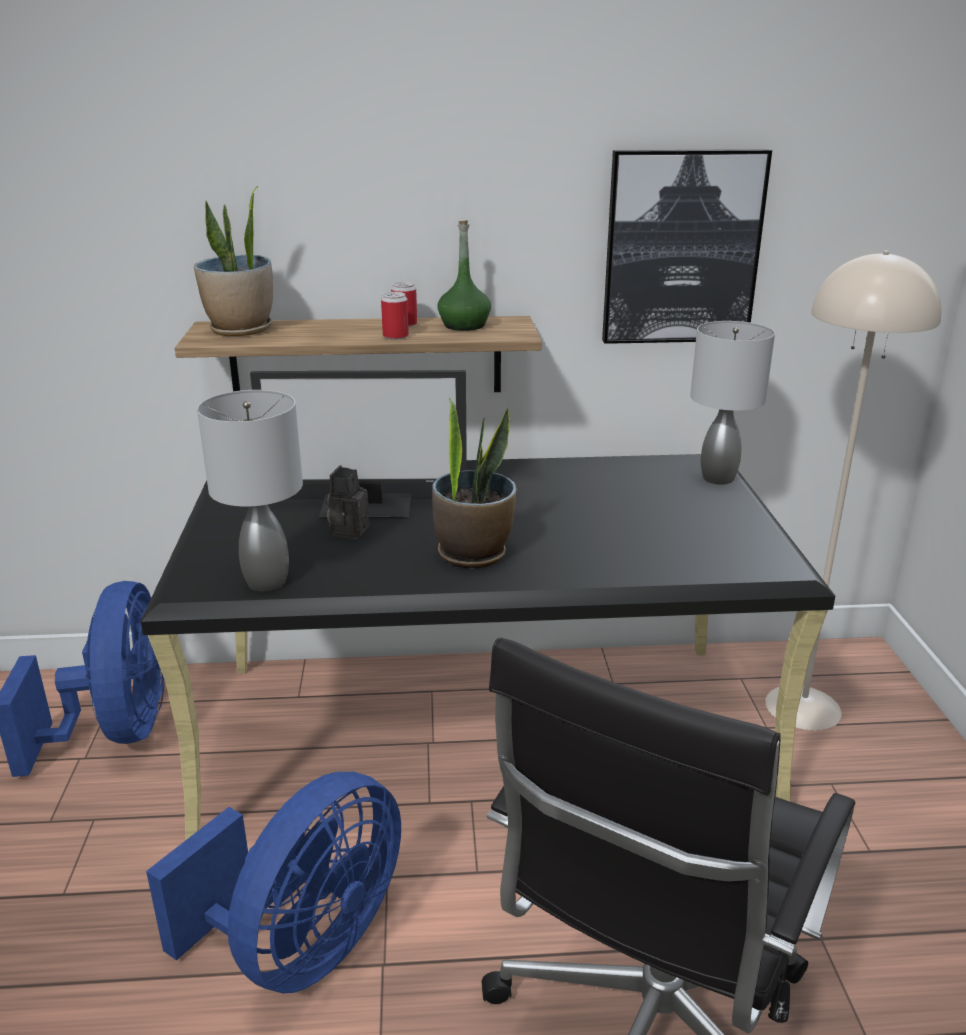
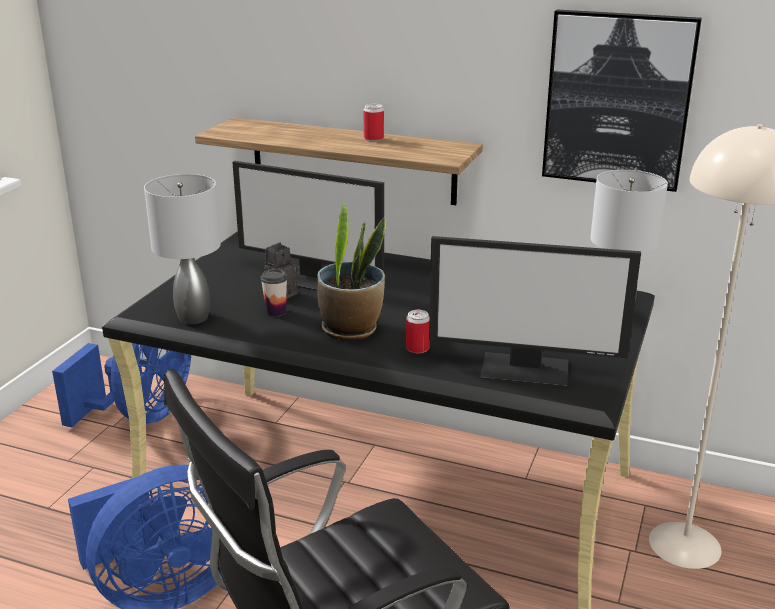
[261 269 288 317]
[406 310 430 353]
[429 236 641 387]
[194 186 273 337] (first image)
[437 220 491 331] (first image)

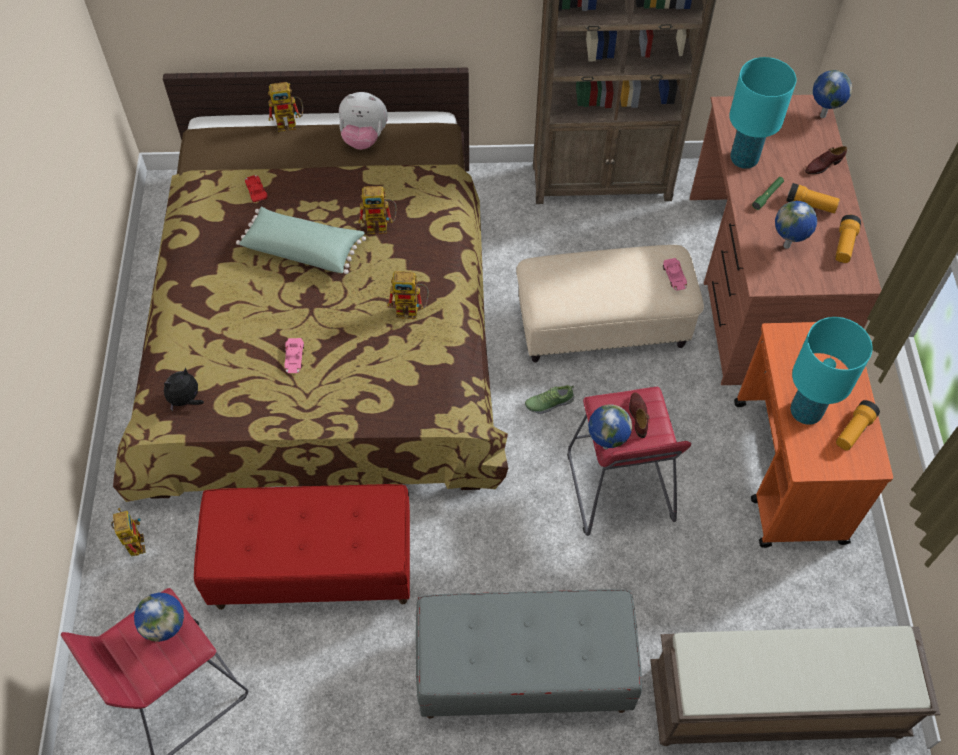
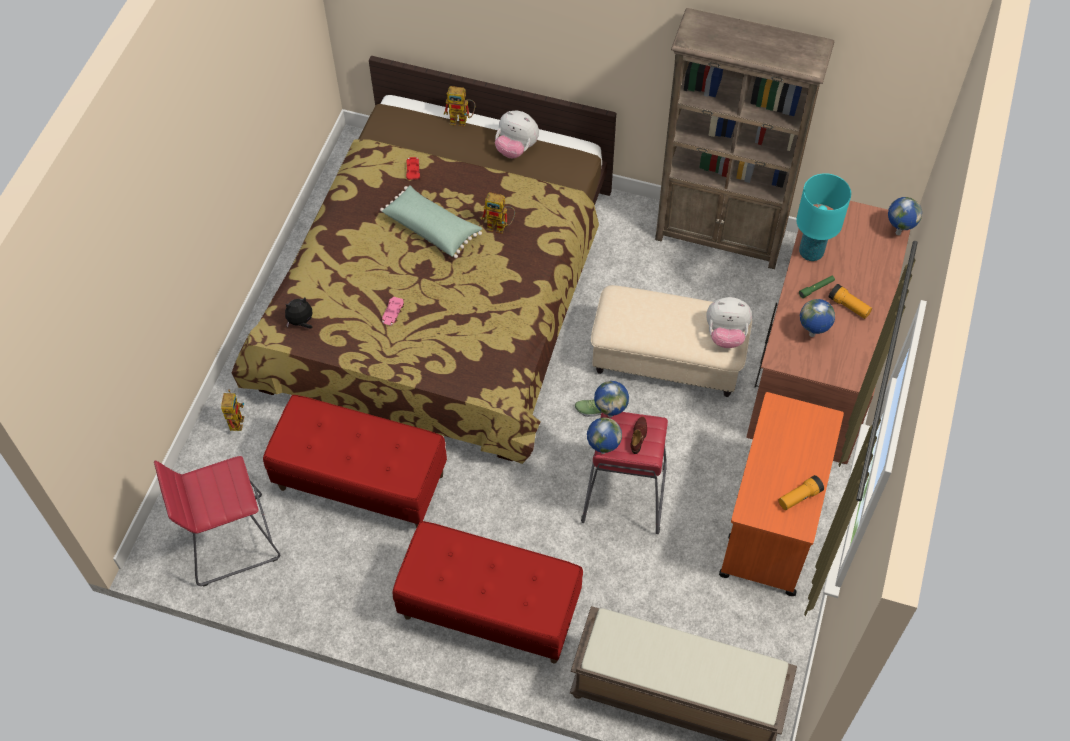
[392 521 583 664]
[594 381 629 418]
[706 297 752 348]
[388 271 429 319] (first image)
[790 317 873 425] (first image)
[805 146 847 174] (first image)
[835 215 861 263] (first image)

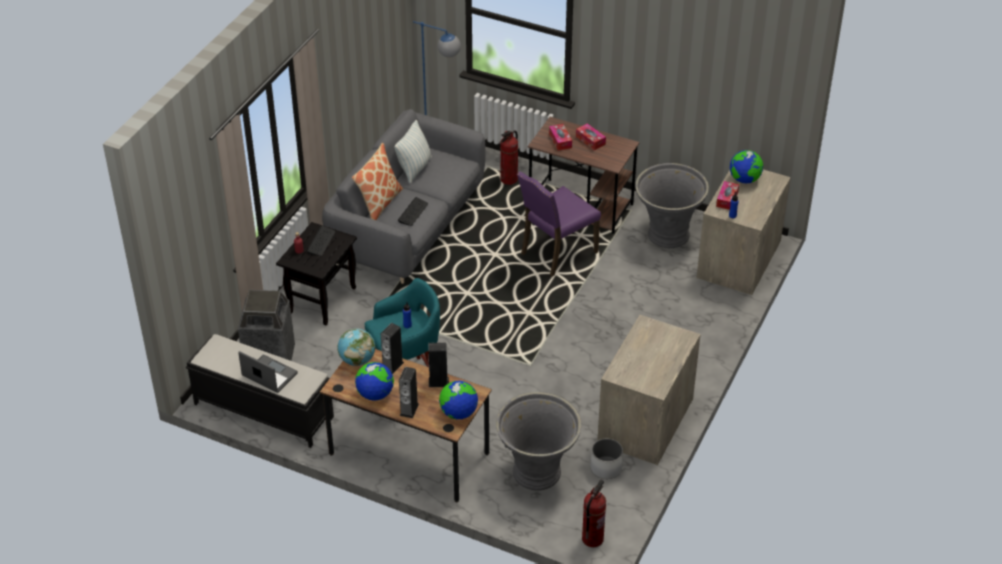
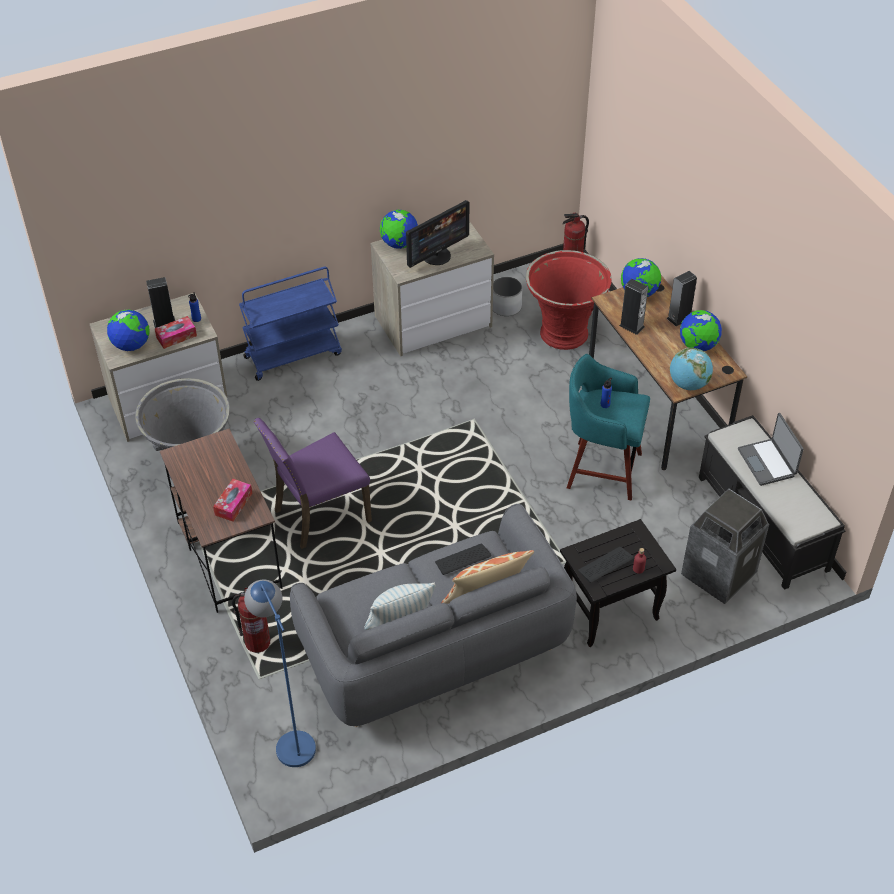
[146 277 175 328]
[239 267 342 381]
[253 418 372 549]
[380 210 418 249]
[406 200 469 268]
[526 250 612 350]
[576 123 606 150] (first image)

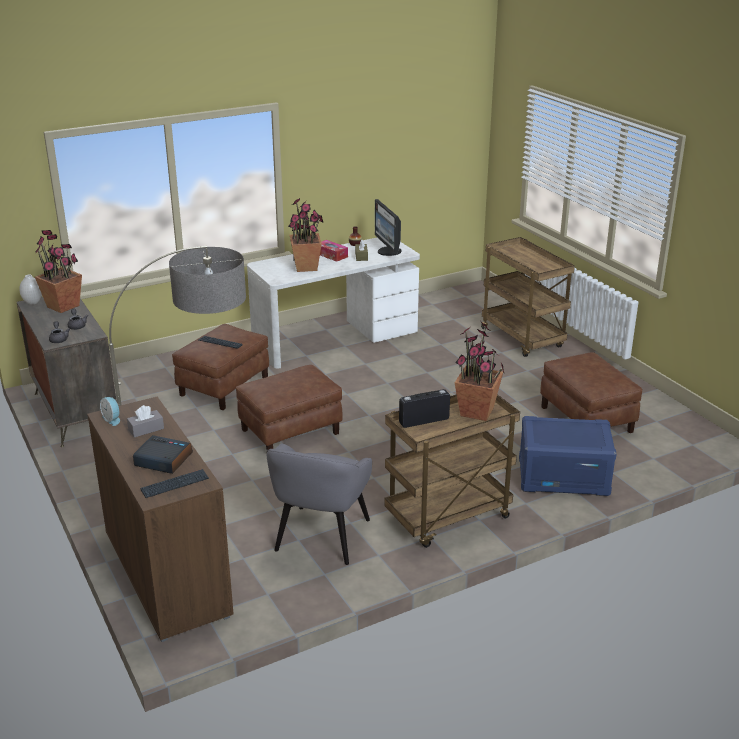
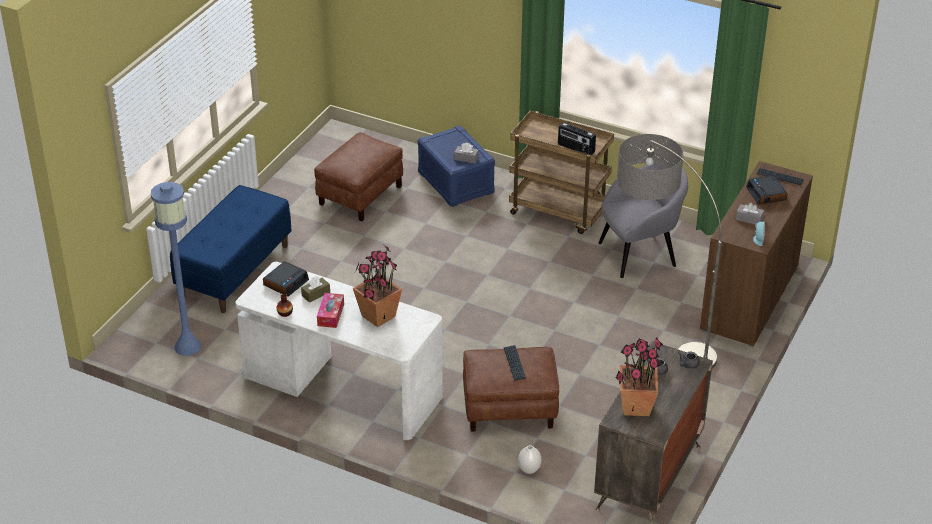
[151 182 201 356]
[170 185 292 313]
[263 261 309 297]
[454 143 479 163]
[518 445 541 474]
[236 365 343 450] (first image)
[455 322 505 421] (first image)

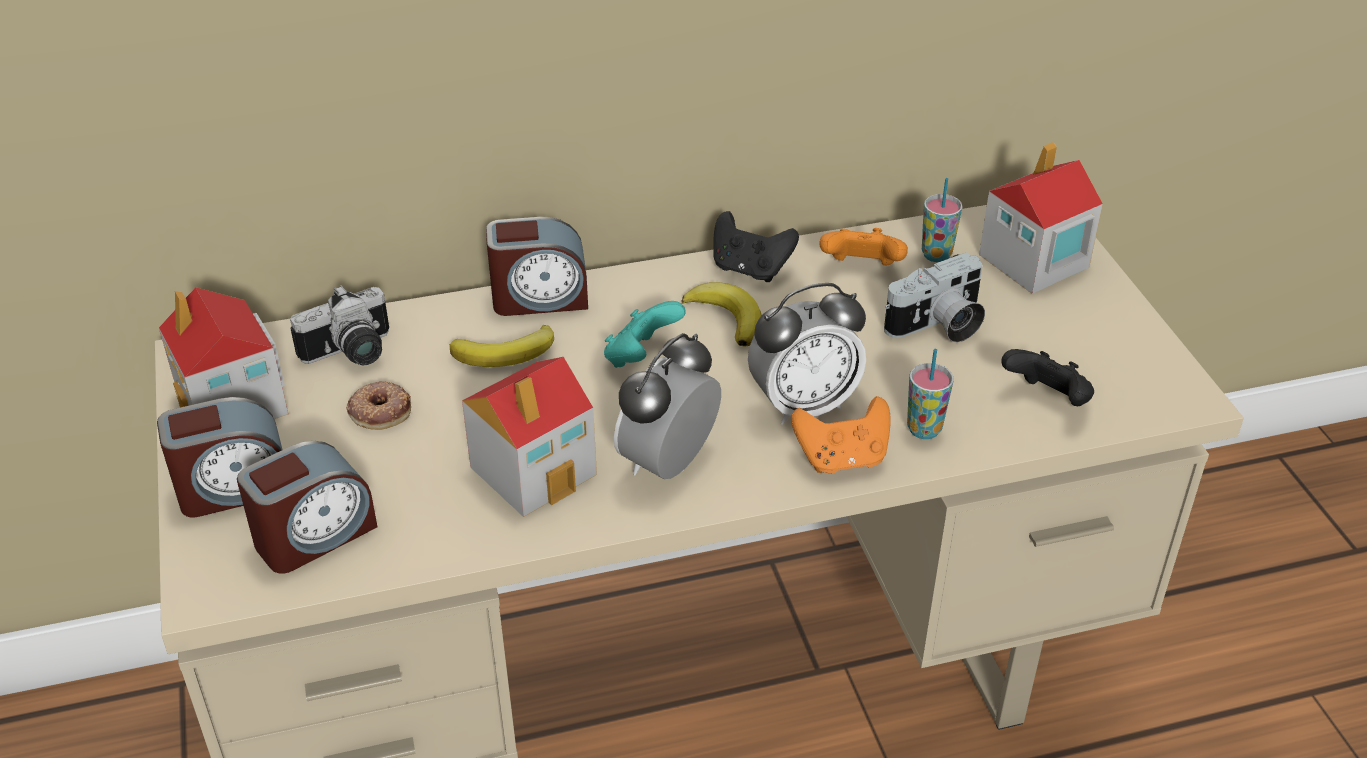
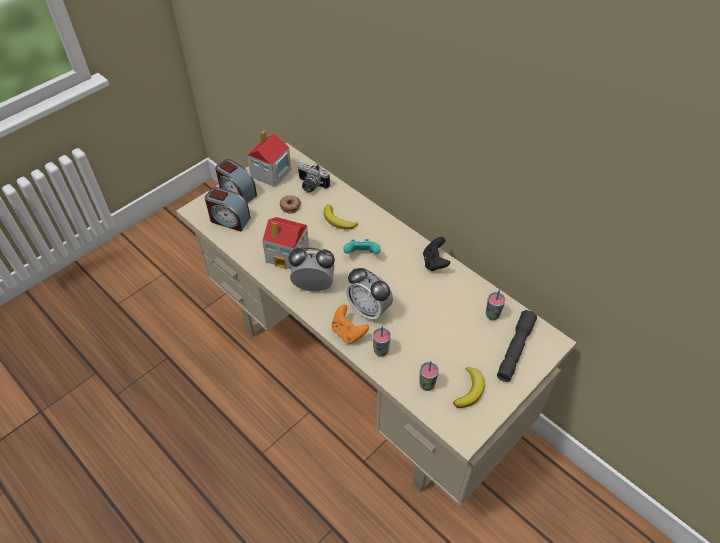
[419 361 439 391]
[453 367 485 408]
[497 310 537 382]
[486 217 588 316] (first image)
[819 228 908 266] (first image)
[884 252 985 342] (first image)

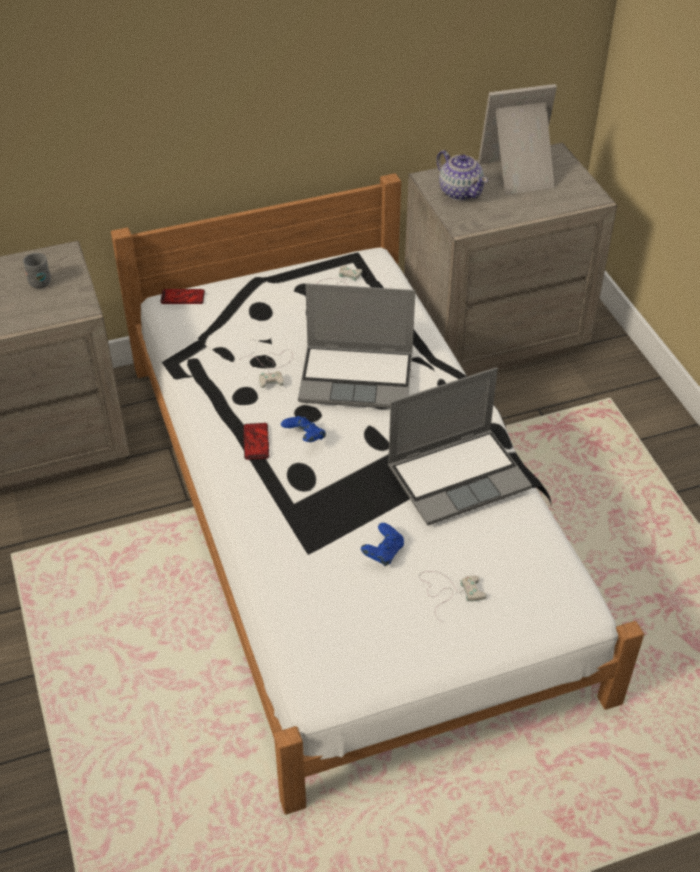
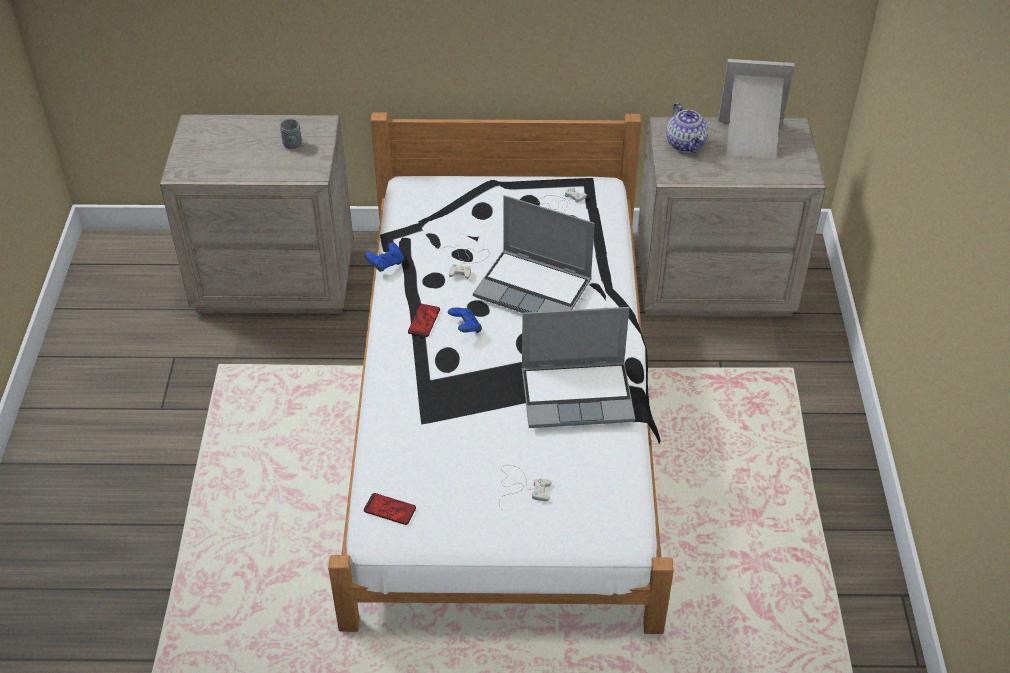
[364 493 416 525]
[365 242 404 272]

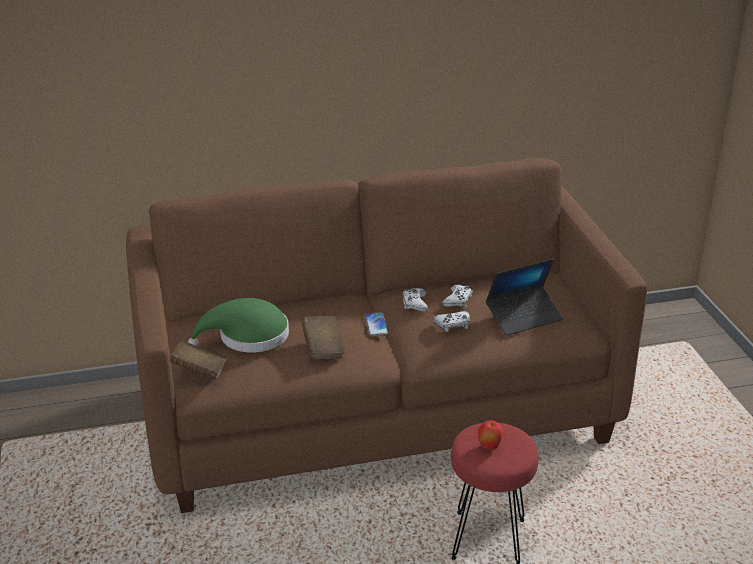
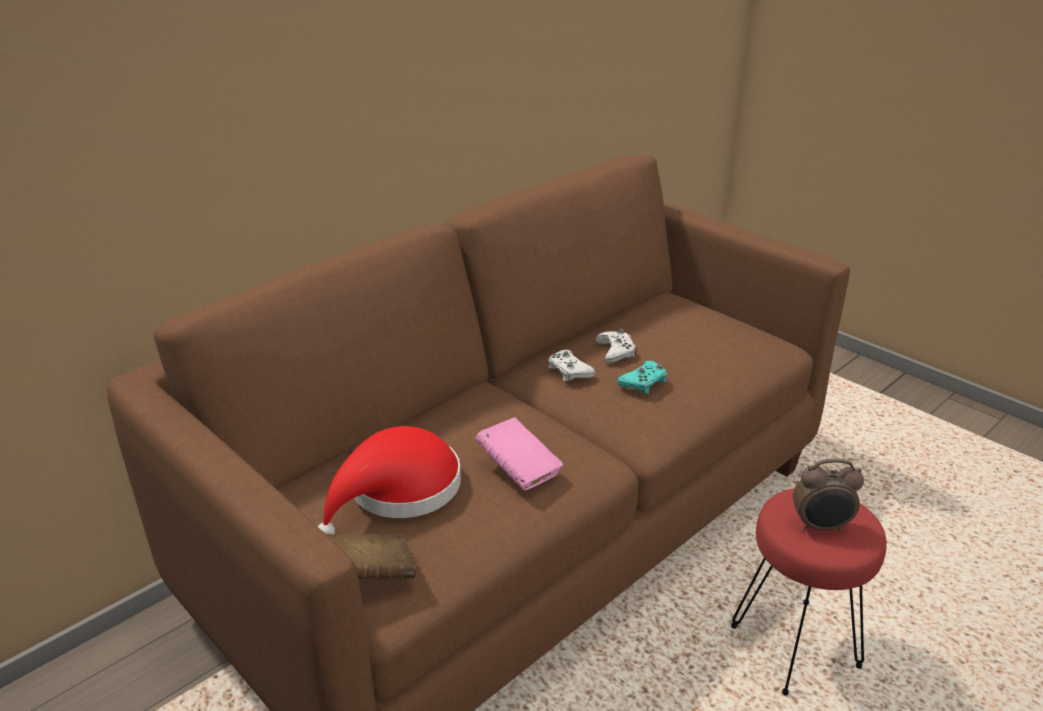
[318 426 461 534]
[475 417 563 491]
[617 360 667 393]
[793 459 864 532]
[365 312 388 336] (first image)
[486 259 563 336] (first image)

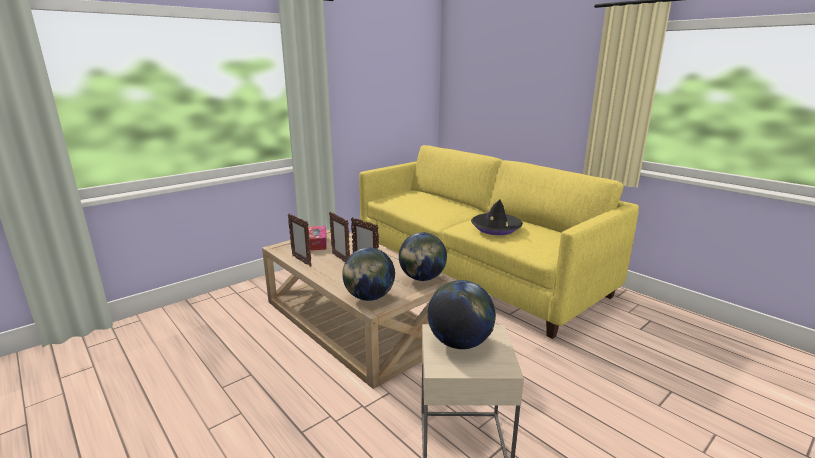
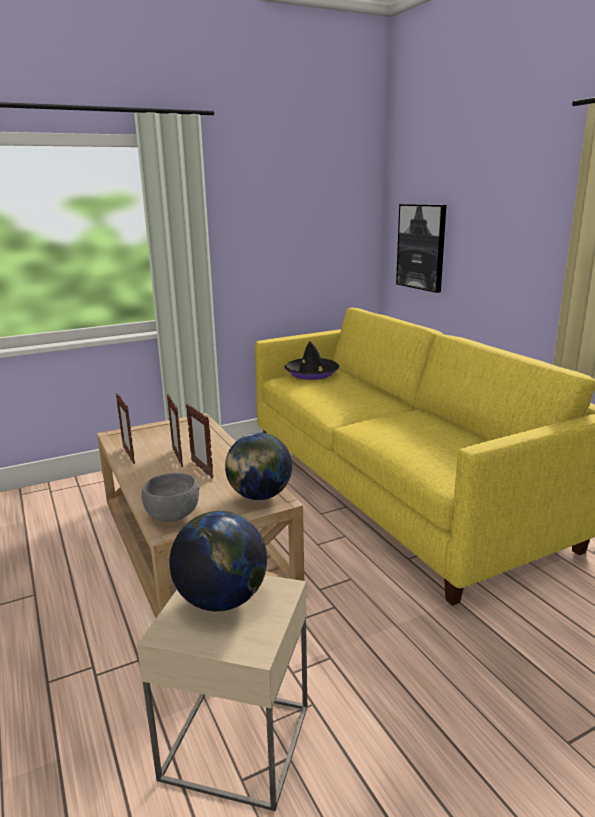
[142 473 200 522]
[285 341 340 380]
[396 204 446 293]
[308 226 327 251] (first image)

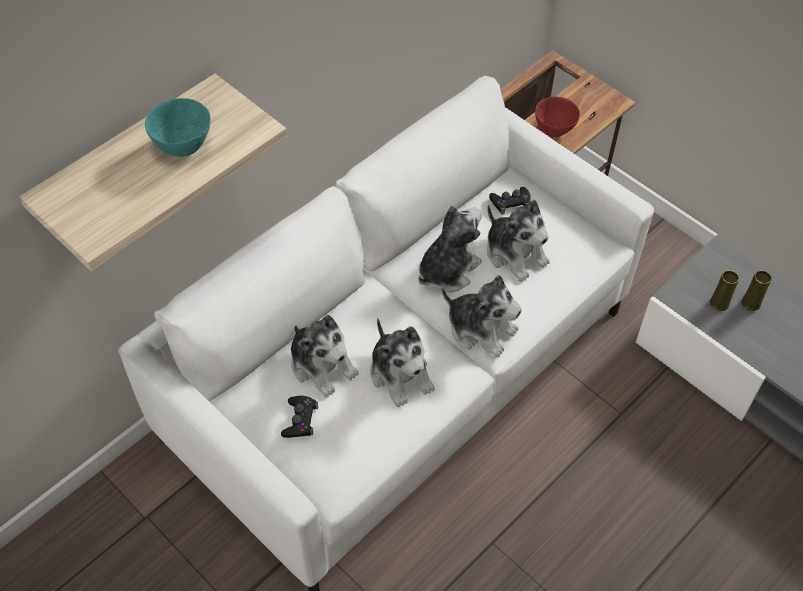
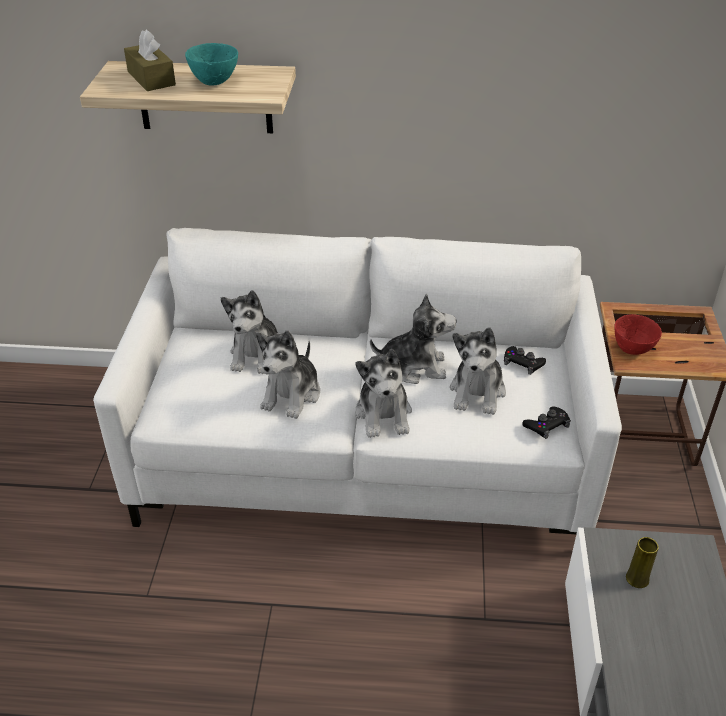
[124 30 176 91]
[522 406 571 439]
[741 270 772 311] (first image)

